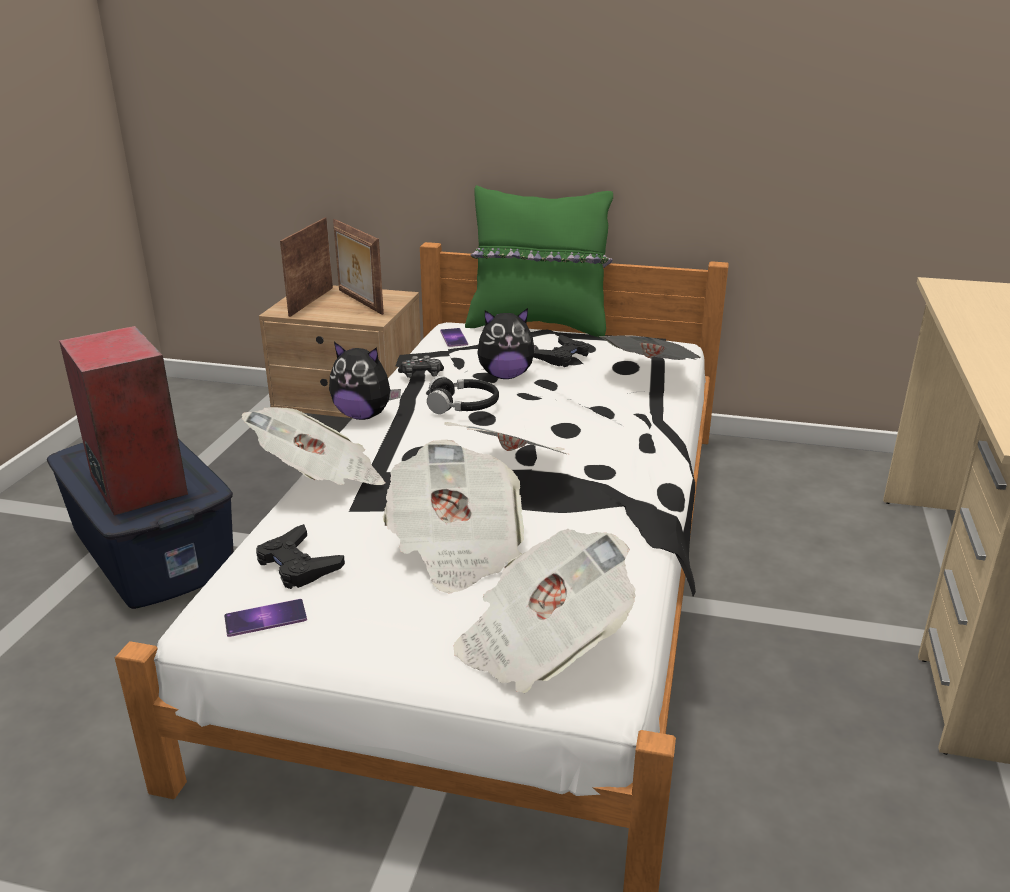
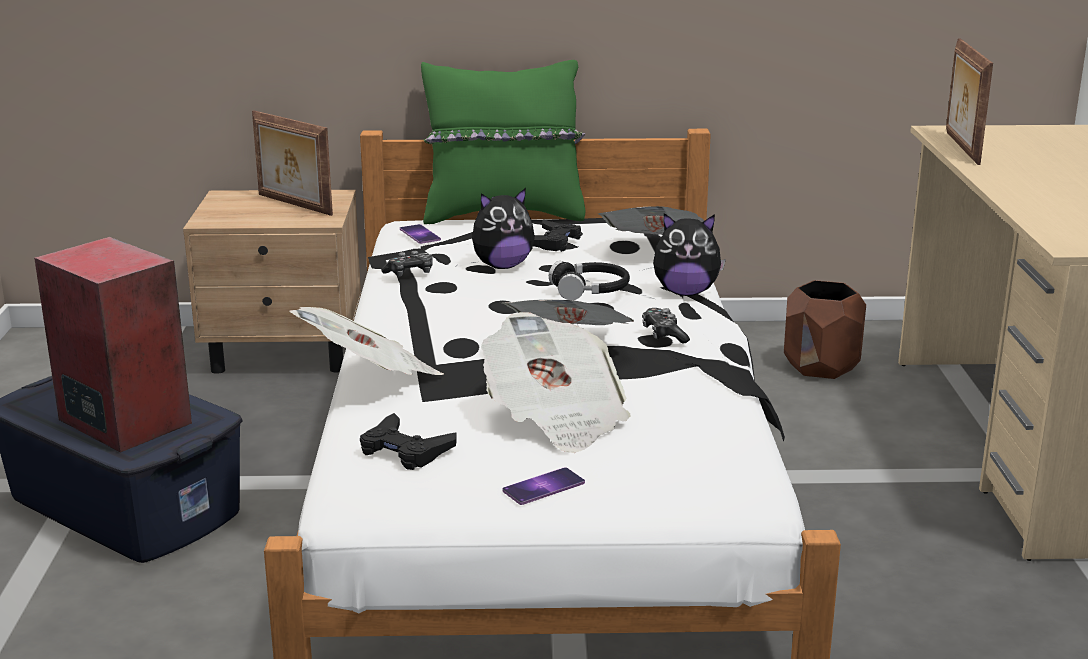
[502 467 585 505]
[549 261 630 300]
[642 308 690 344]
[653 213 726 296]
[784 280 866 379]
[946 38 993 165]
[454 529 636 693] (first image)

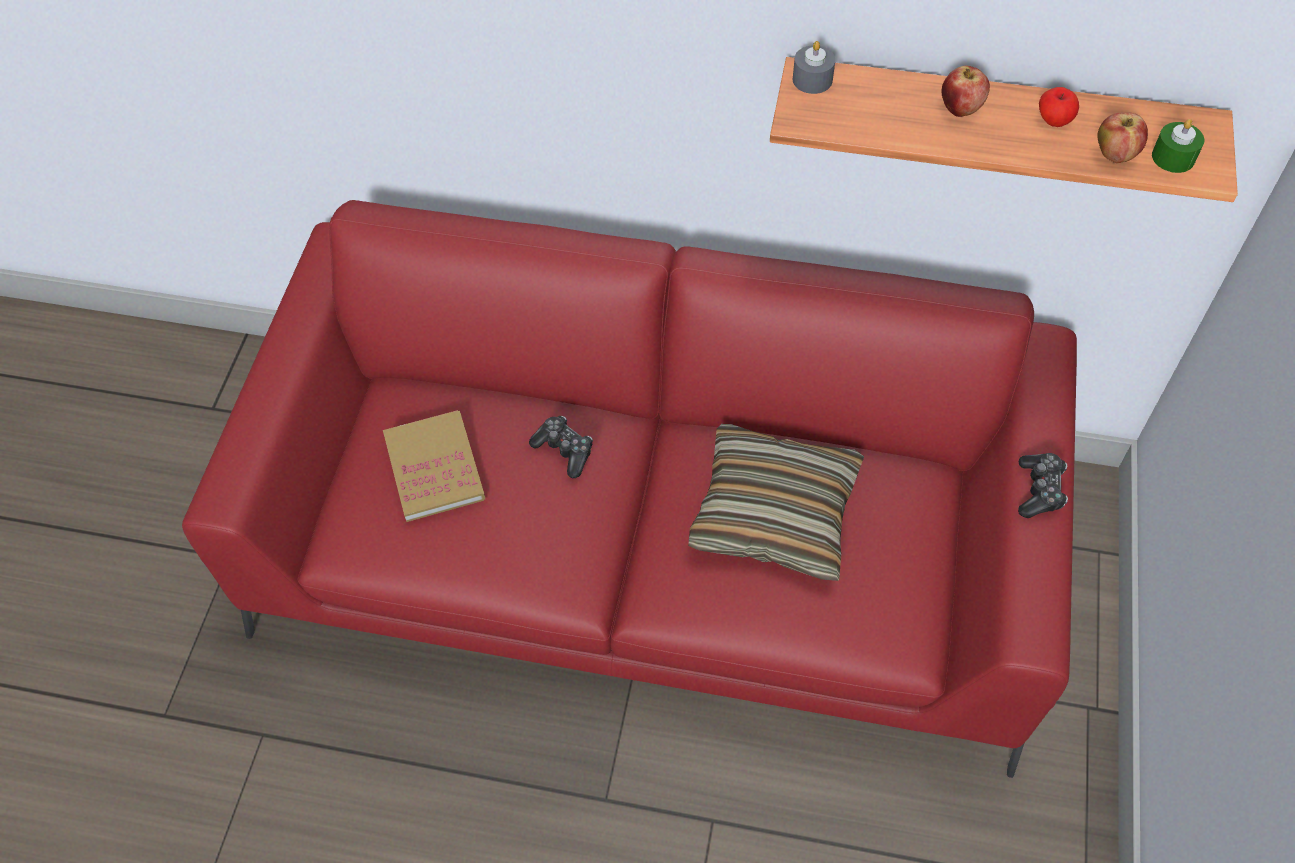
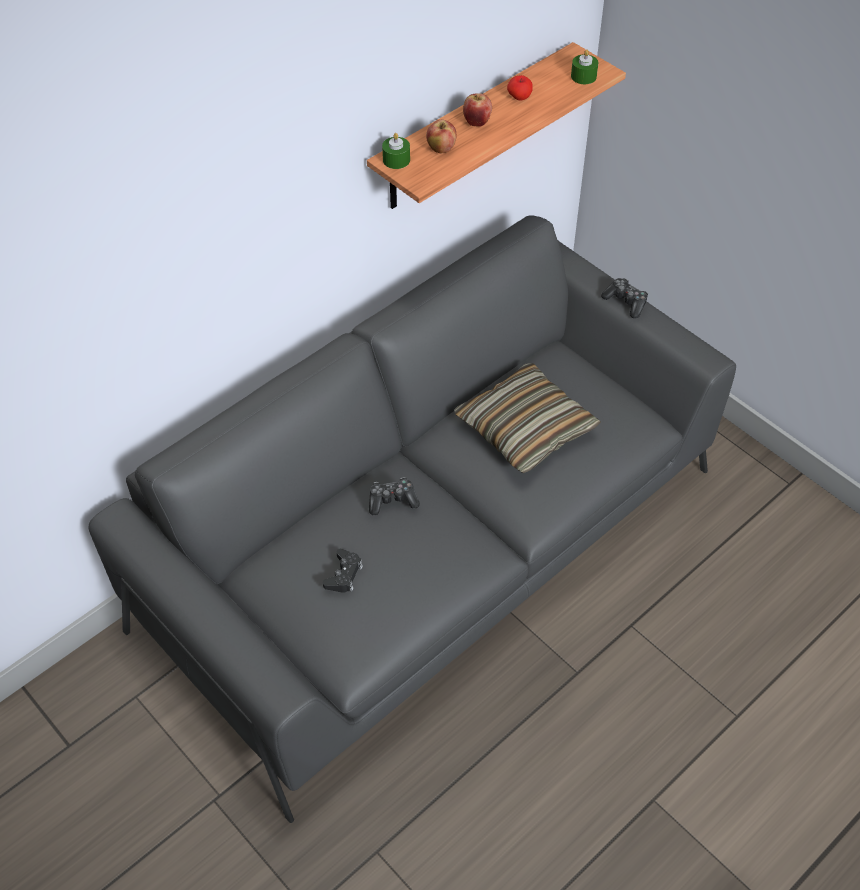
[89 216 736 823]
[323 549 363 593]
[382 133 410 169]
[426 120 456 153]

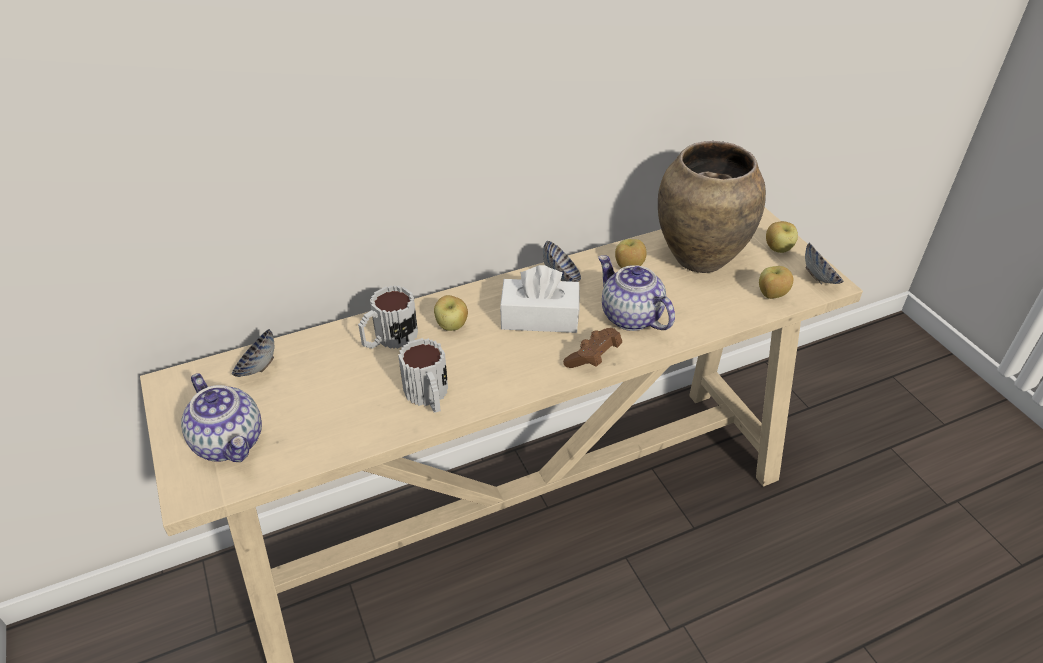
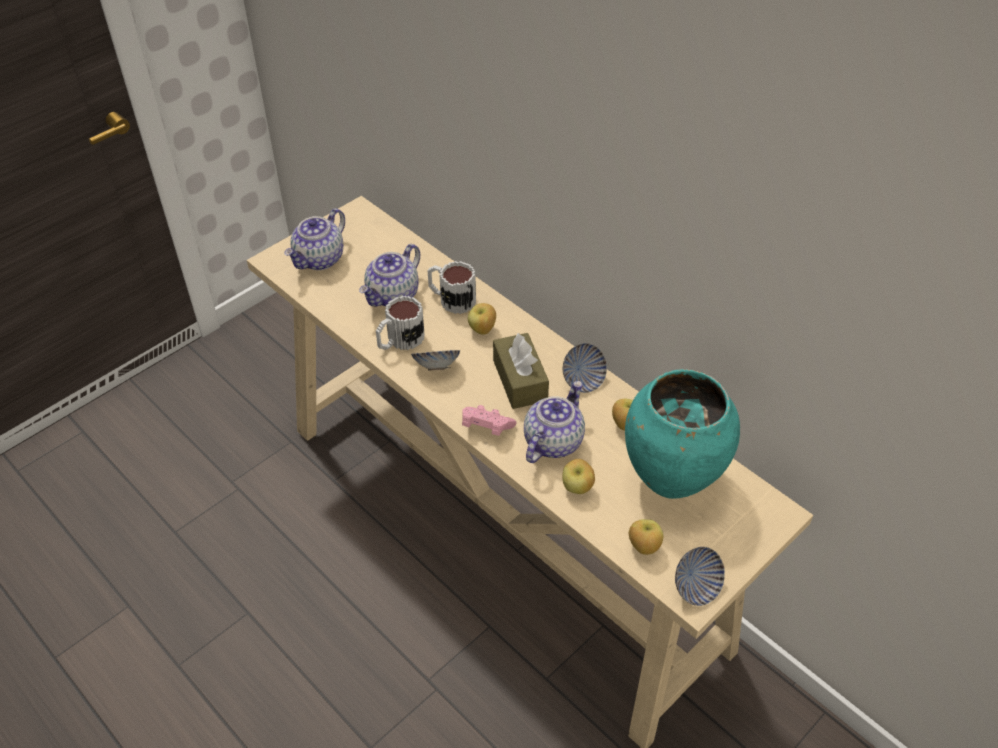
[359 244 420 307]
[411 350 460 370]
[462 405 517 436]
[493 332 549 409]
[562 459 595 494]
[625 369 740 499]

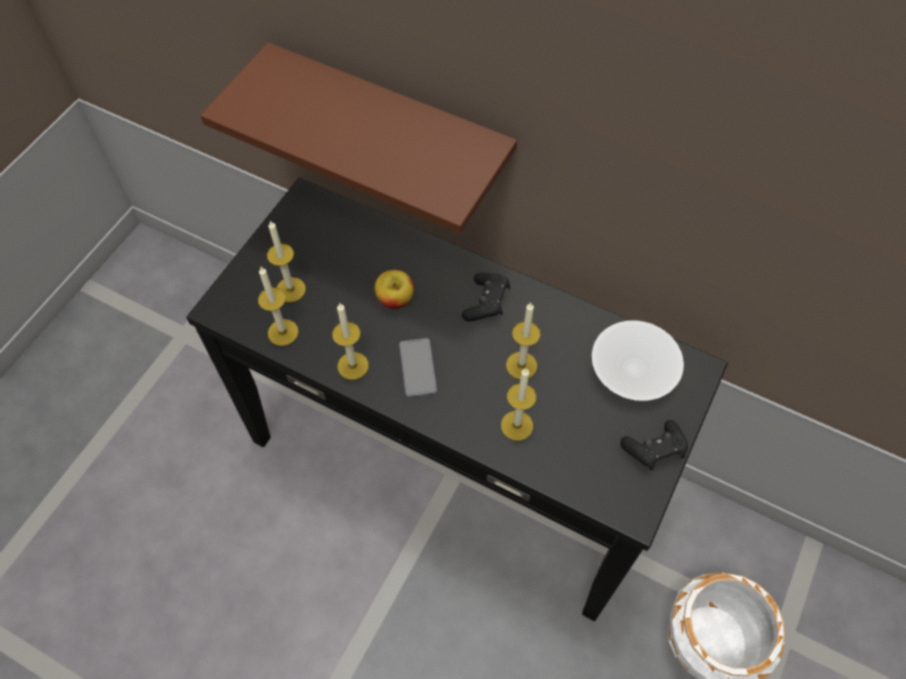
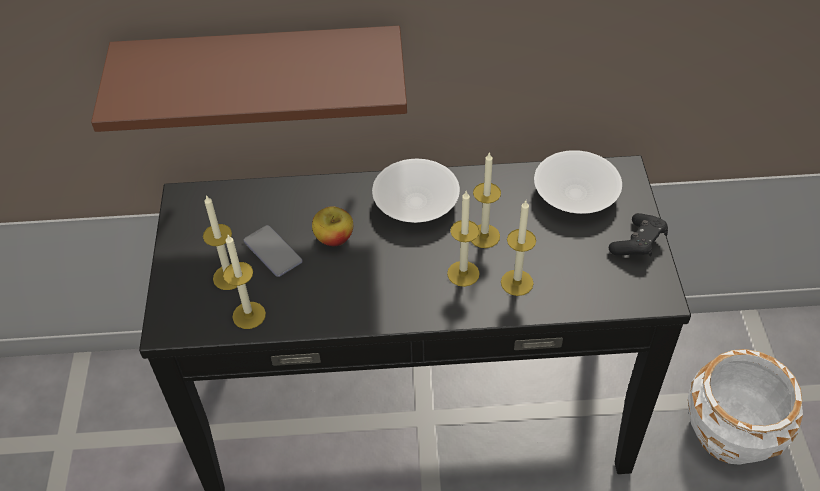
[244 225 303 277]
[372 159 460 223]
[447 191 480 287]

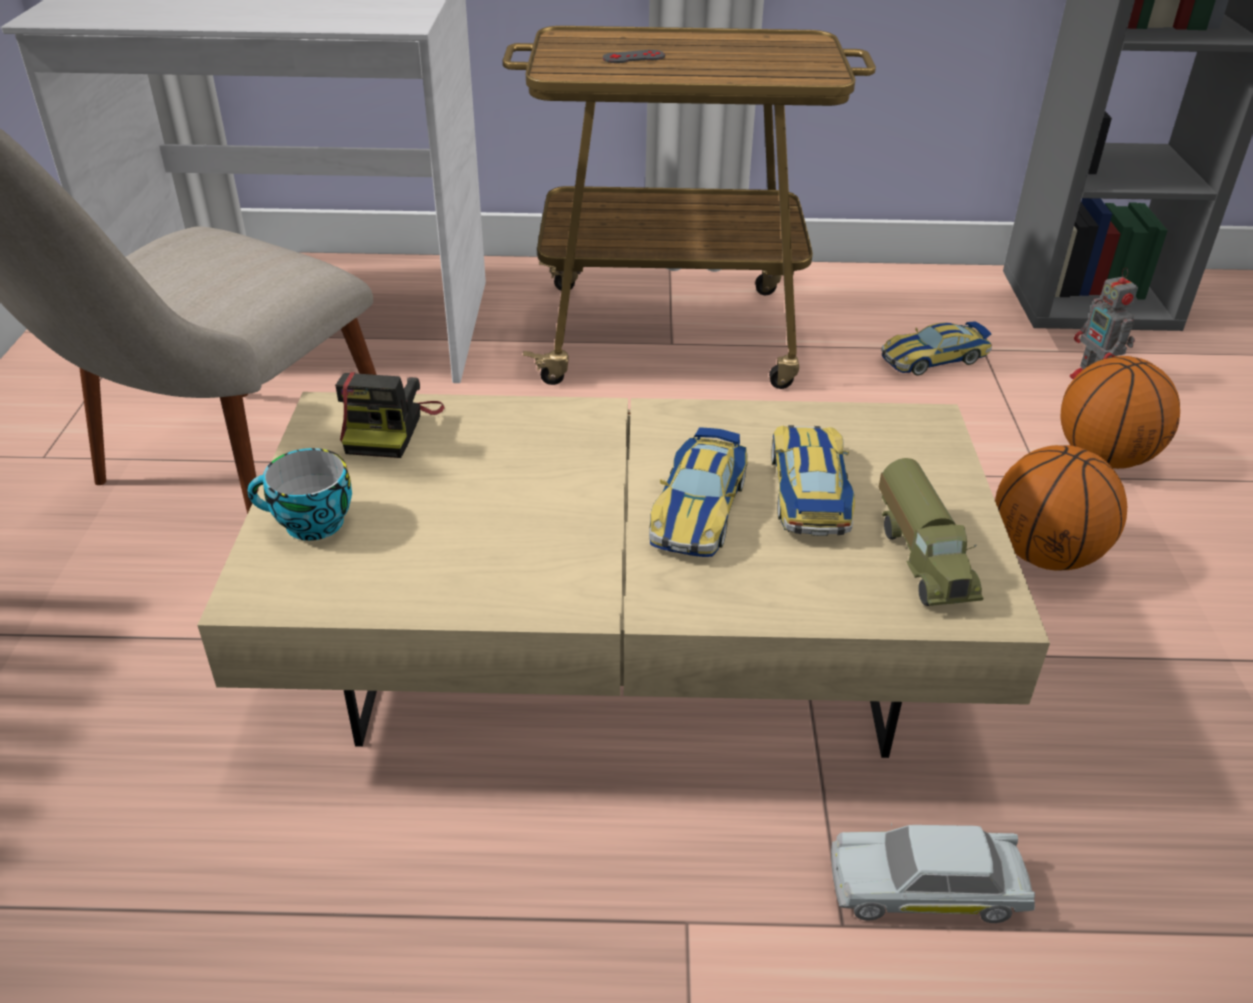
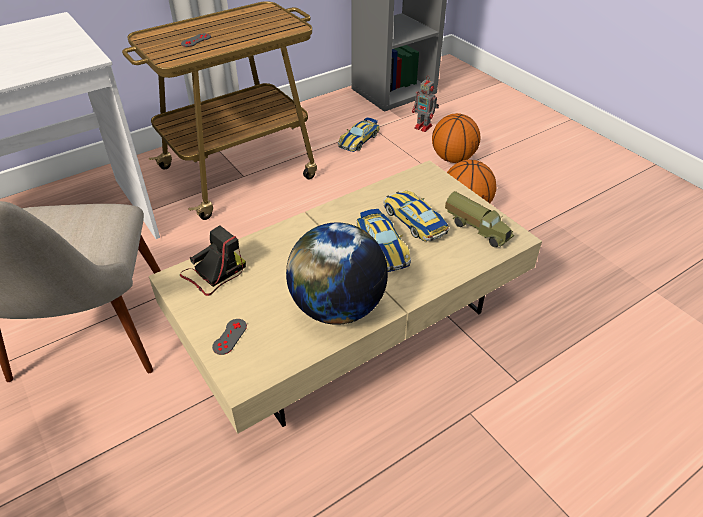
[180 225 246 296]
[212 319 247 355]
[286 222 388 325]
[831 823 1035 923] (first image)

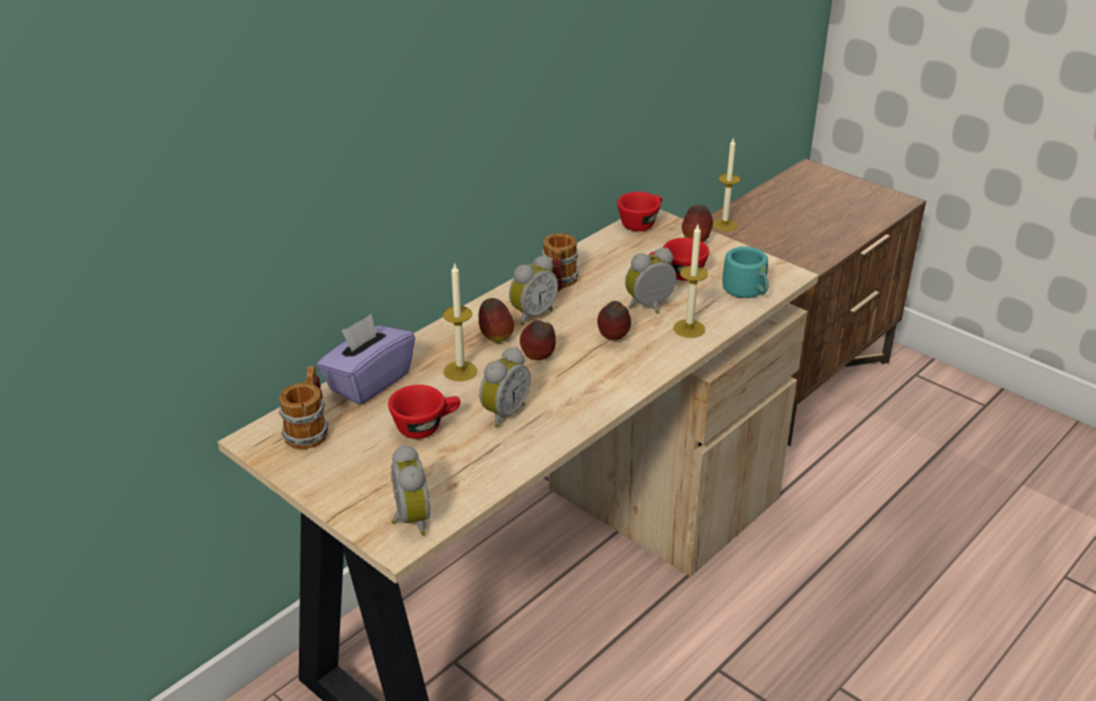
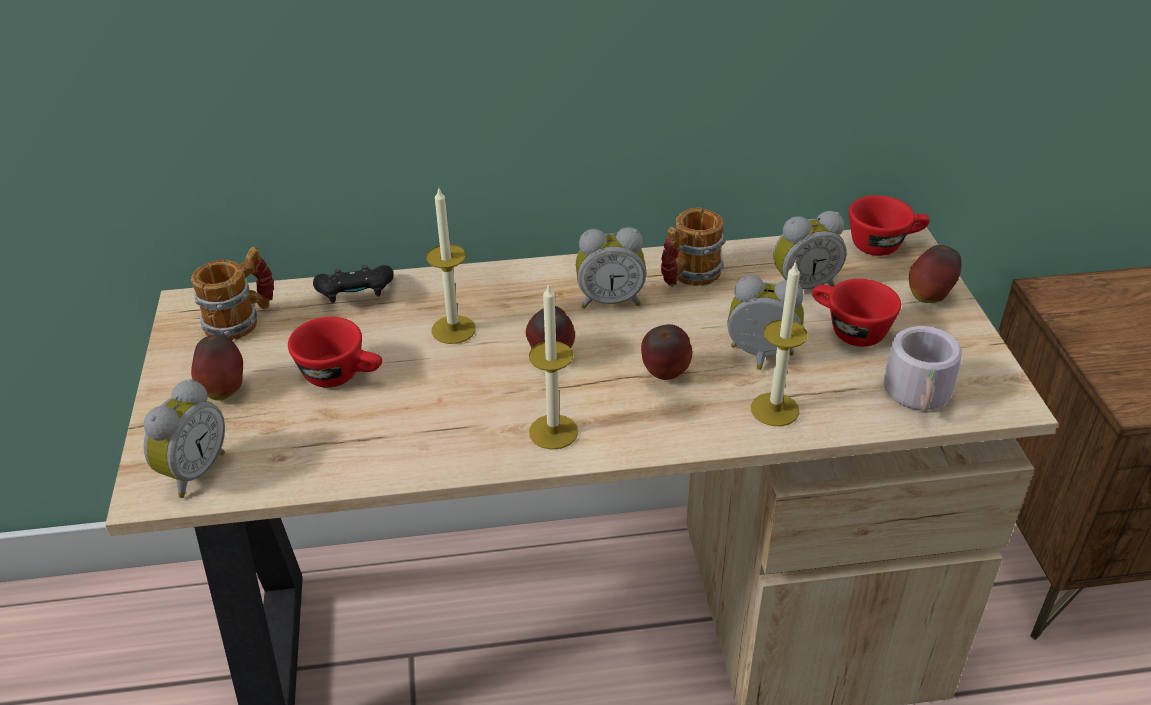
[191 334 243 401]
[313 265 394 303]
[529 283 578 450]
[773 211 847 289]
[884 326 962 414]

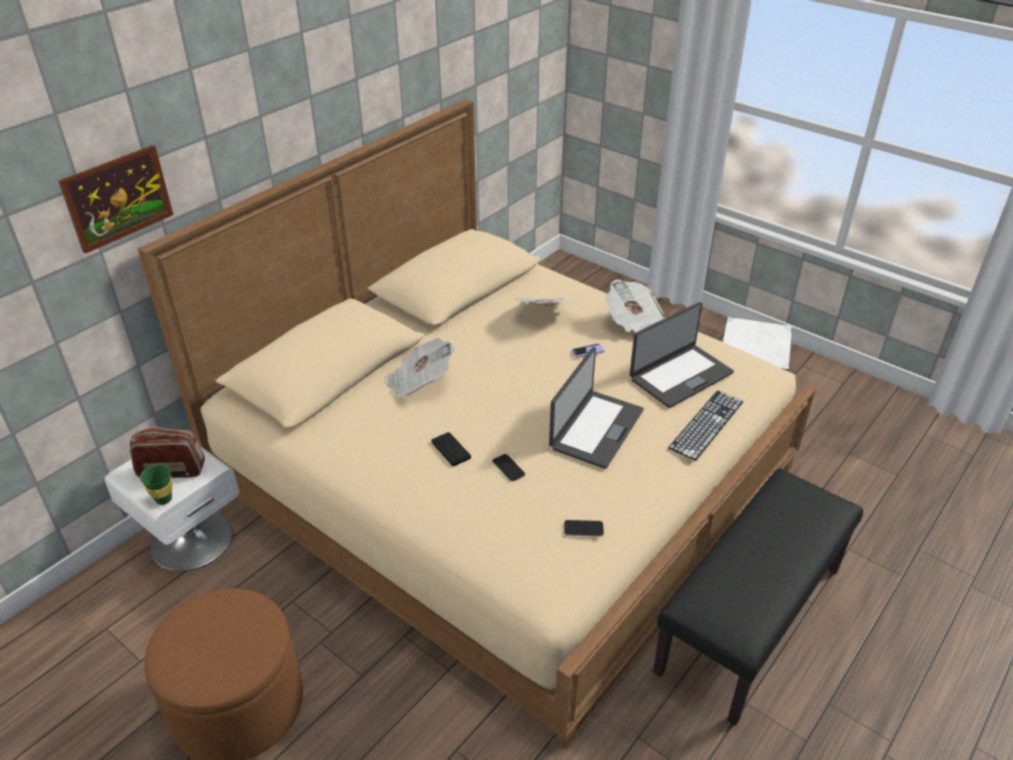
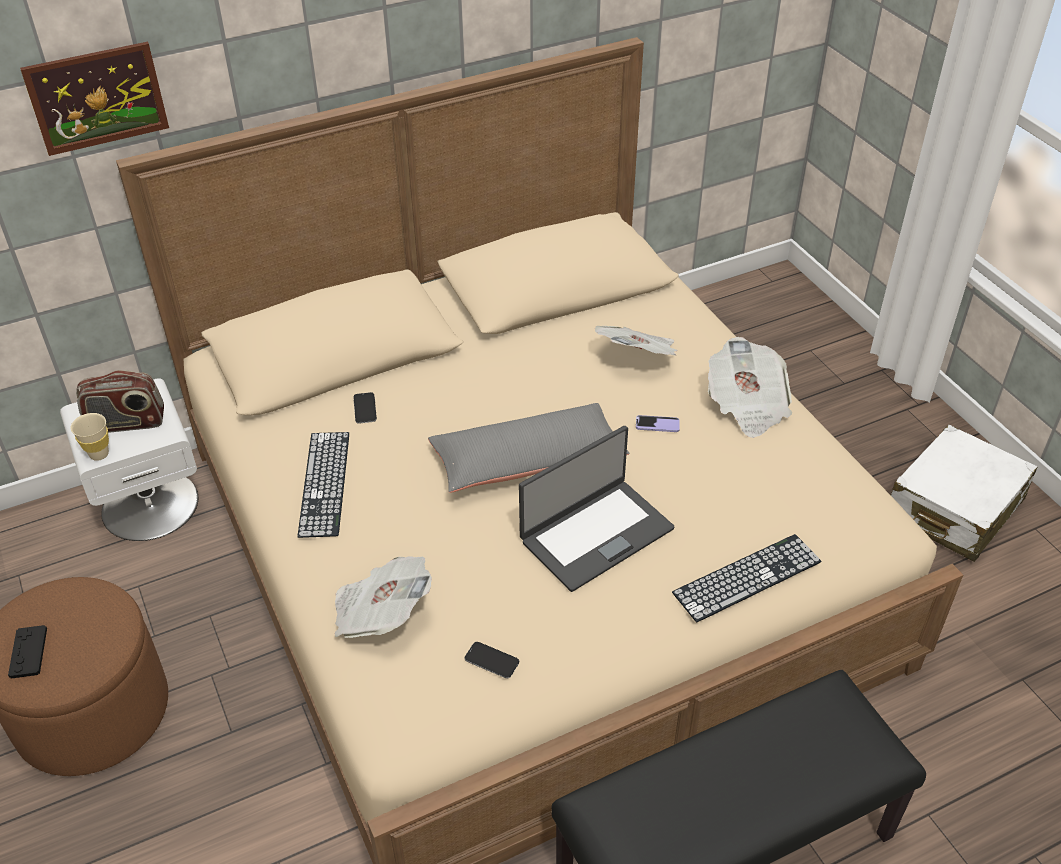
[8 625 47 679]
[71 413 109 461]
[76 370 164 433]
[297 432 349 538]
[334 556 432 638]
[353 392 377 424]
[428 403 630 493]
[630 302 734 408] (first image)

